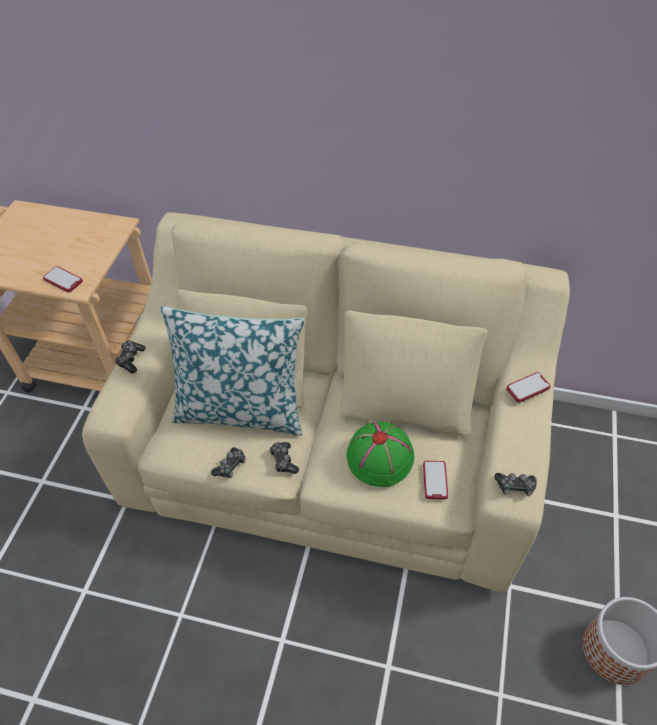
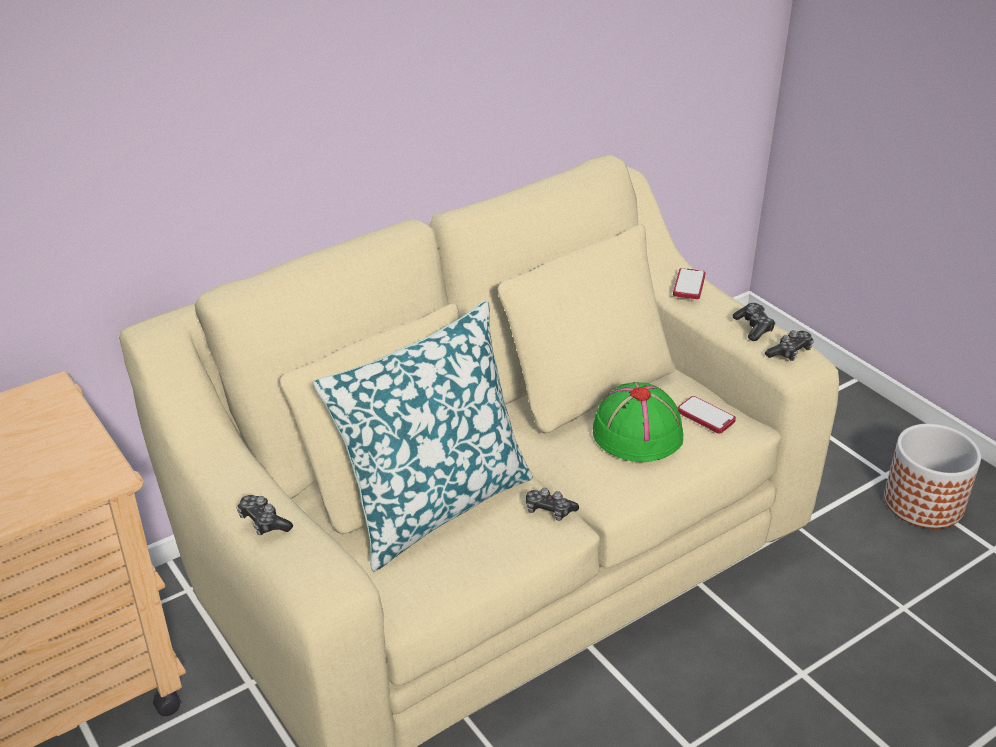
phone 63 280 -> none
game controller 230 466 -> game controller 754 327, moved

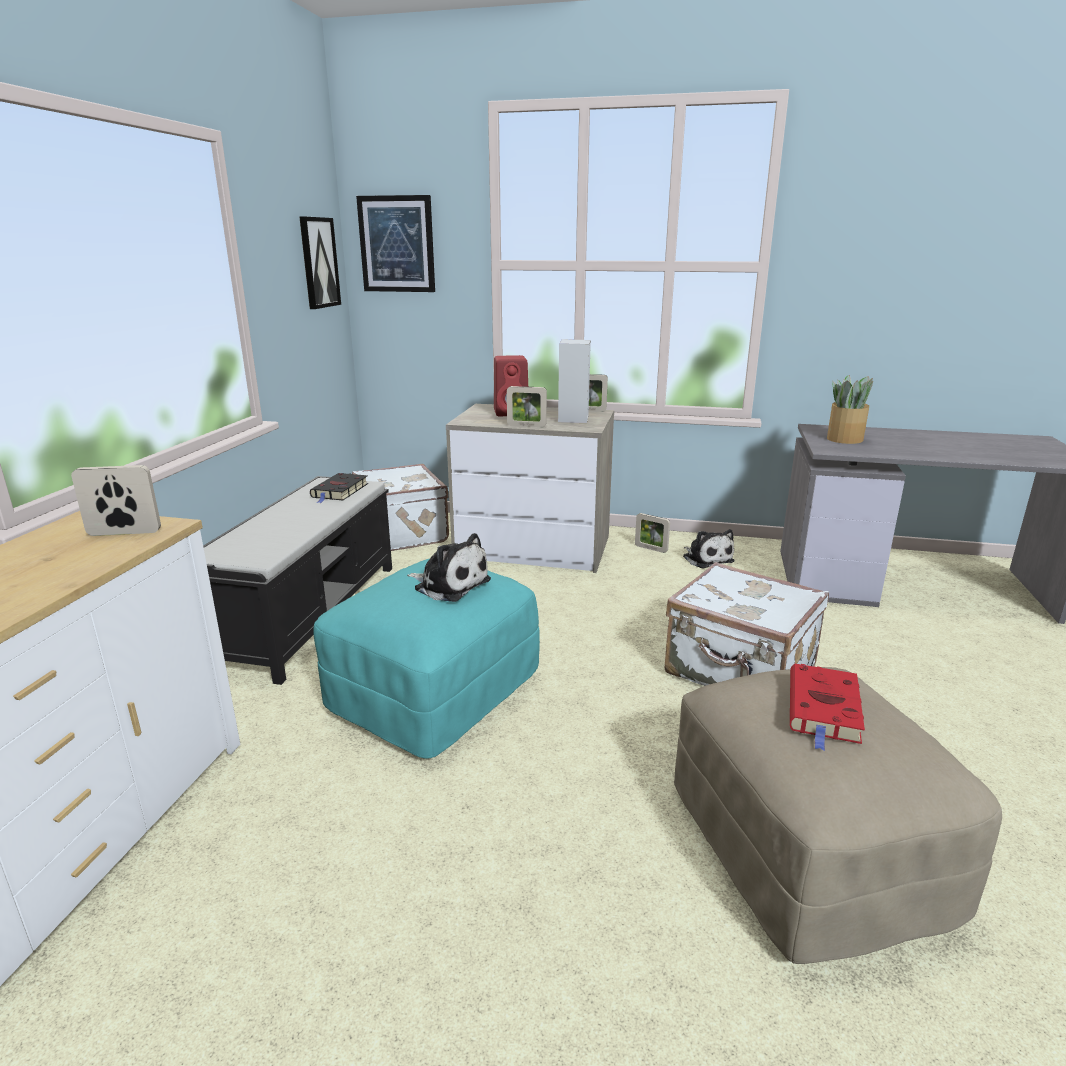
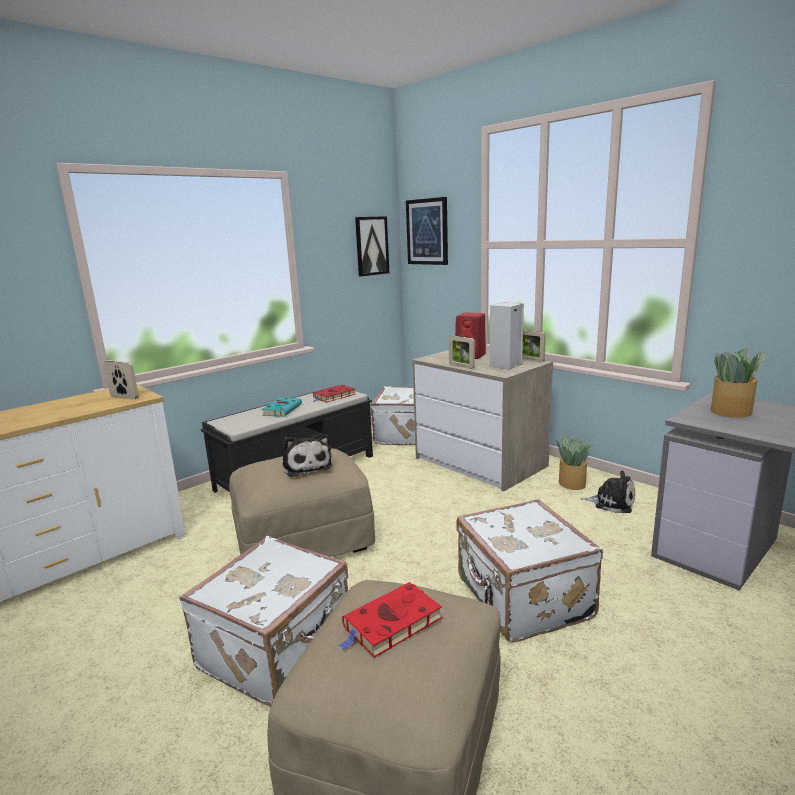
none -> suitcase (white) 278 649
none -> book (turquoise) 282 409
picture frame 651 549 -> potted plant 571 483
book (black) 339 491 -> book (red) 333 396
ottoman (turquoise) 434 693 -> ottoman (beige) 304 540
plush toy 706 558 -> plush toy 611 502, 75 degrees counterclockwise

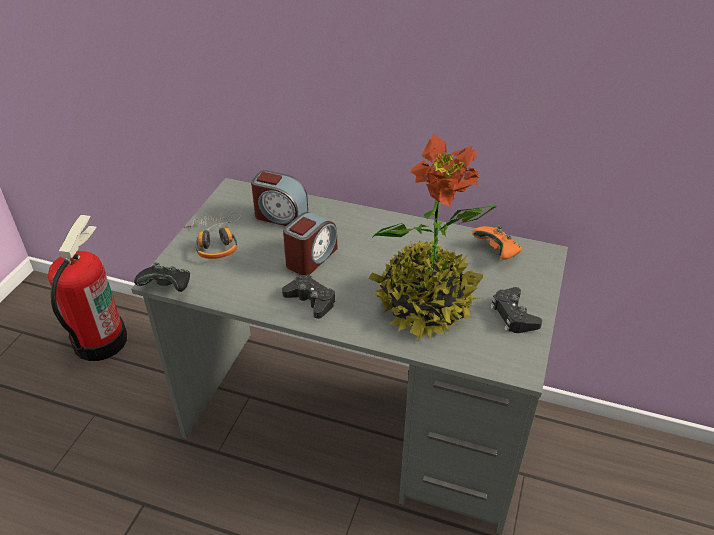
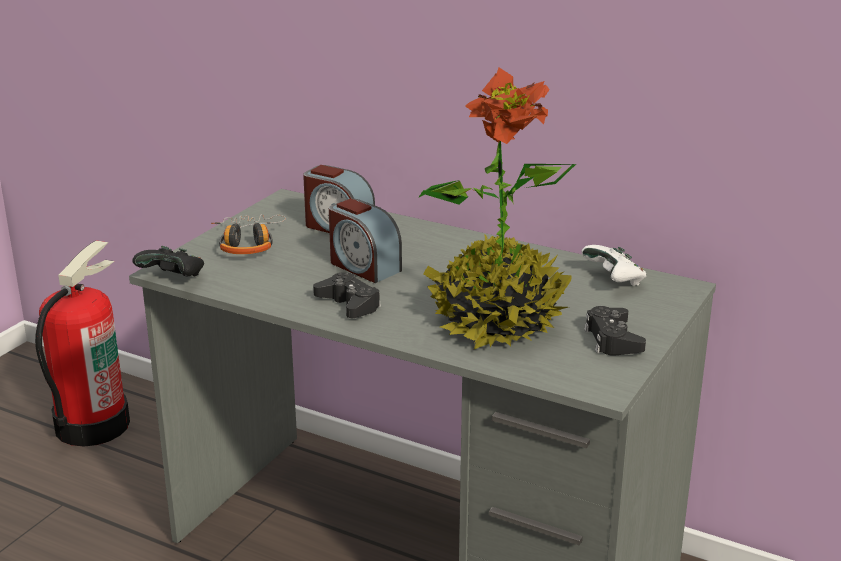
game controller (orange) 497 252 -> game controller (white) 614 280
alarm clock 311 258 -> alarm clock 363 266, 90 degrees clockwise

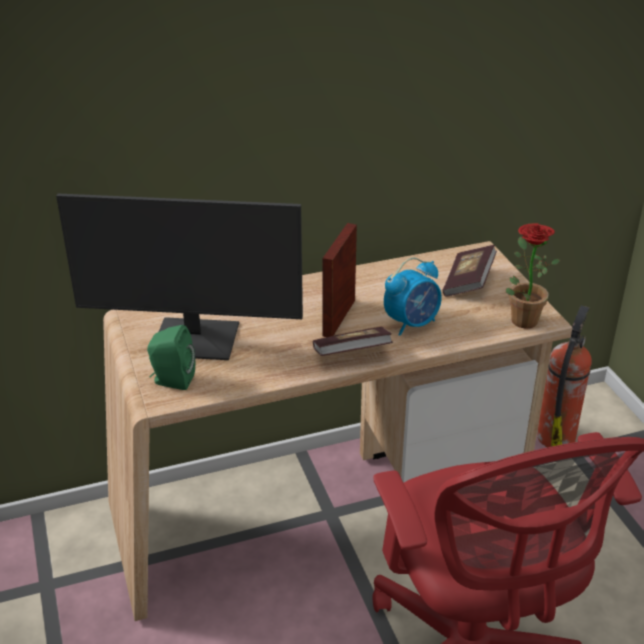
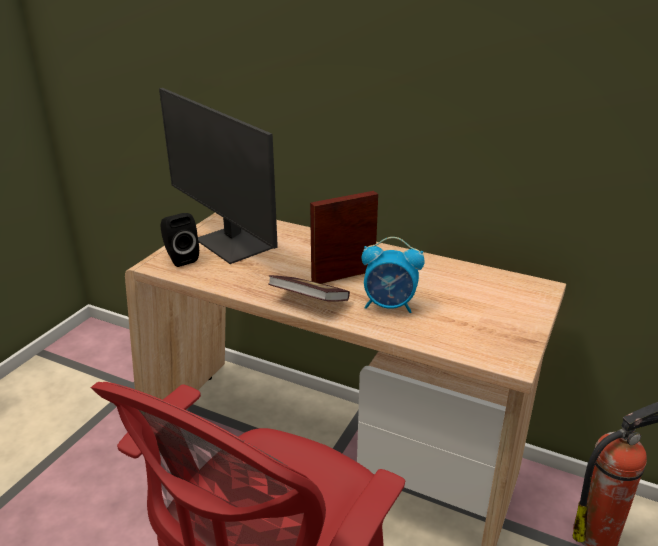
book 468 283 -> none
potted plant 520 317 -> none
speaker (green) 171 380 -> speaker (black) 180 258

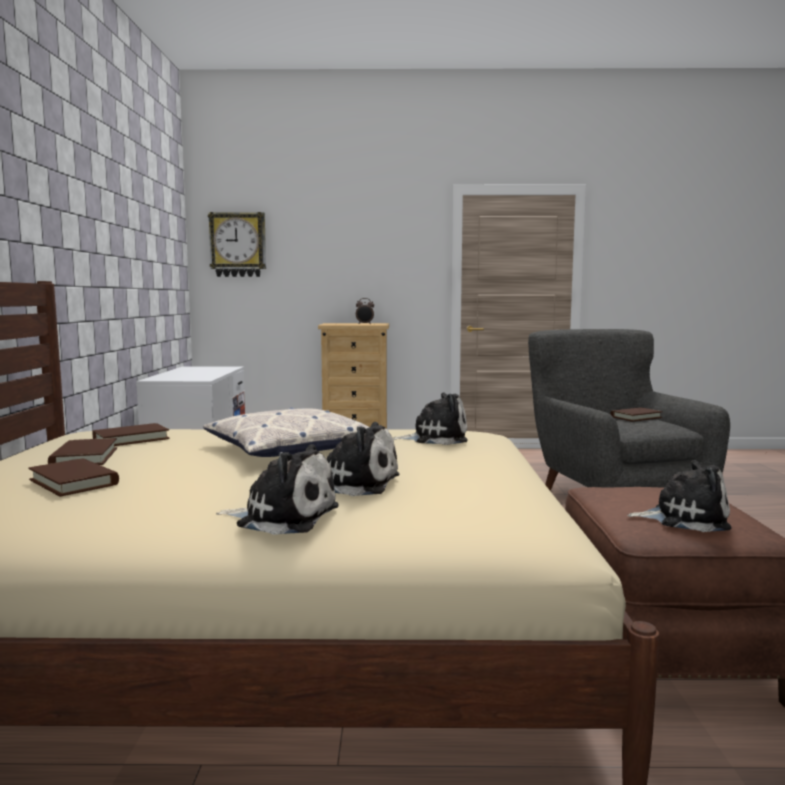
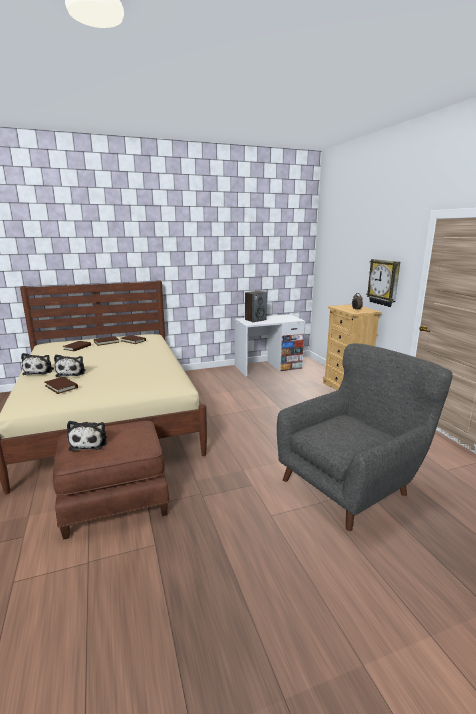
pillow 290 449 -> none
plush toy 435 438 -> none
none -> speaker 255 320
wall clock 238 245 -> wall clock 384 282, moved
book (brown) 636 417 -> book (brown) 61 387, moved

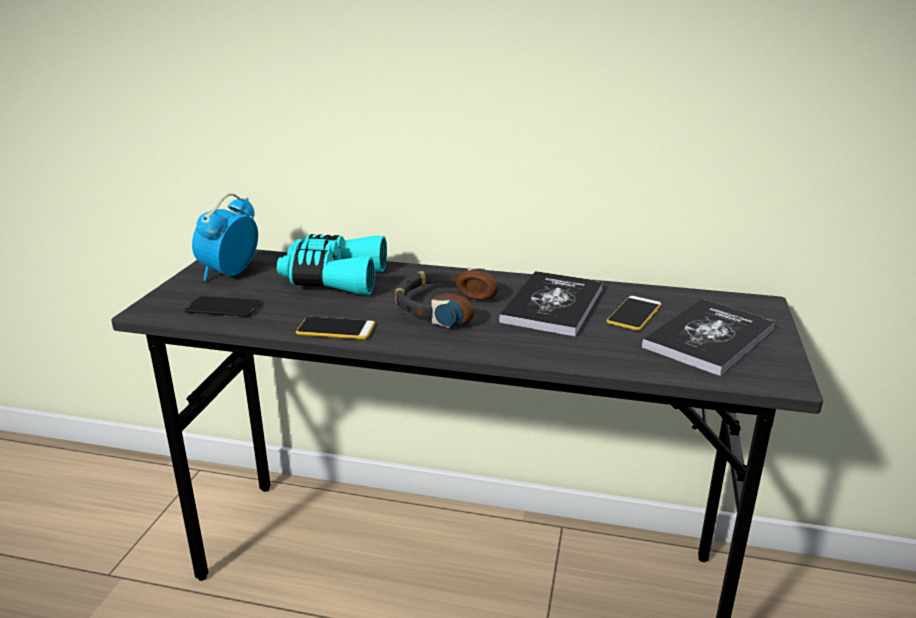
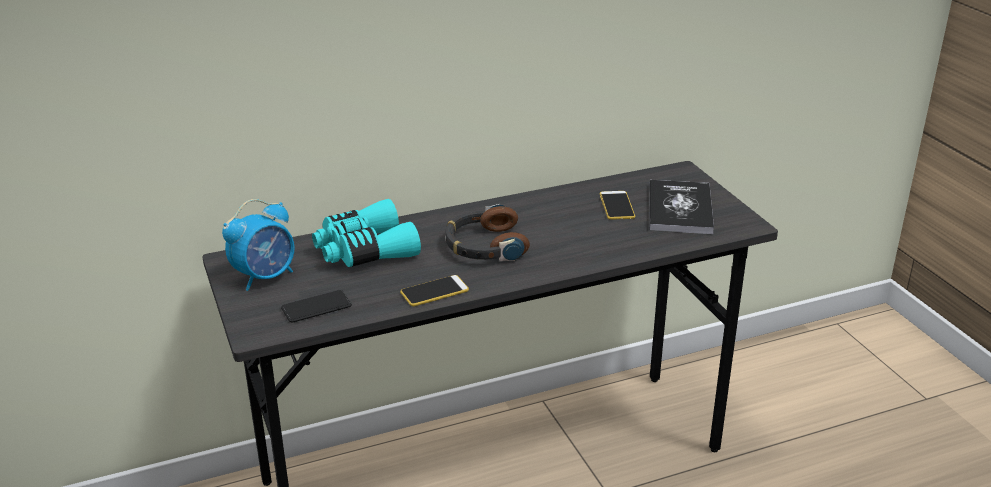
book 553 305 -> none
alarm clock 229 273 -> alarm clock 265 277, 120 degrees counterclockwise

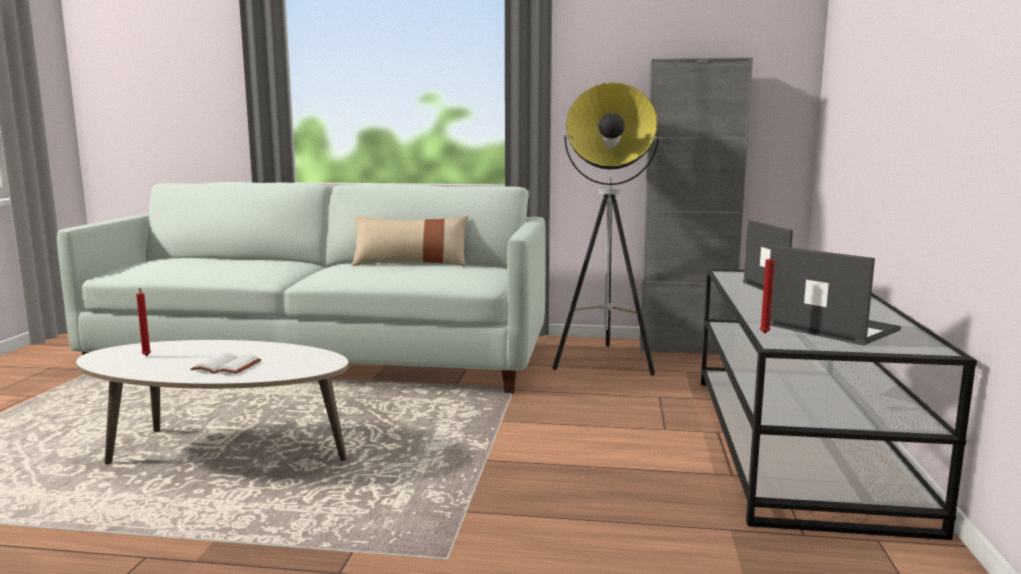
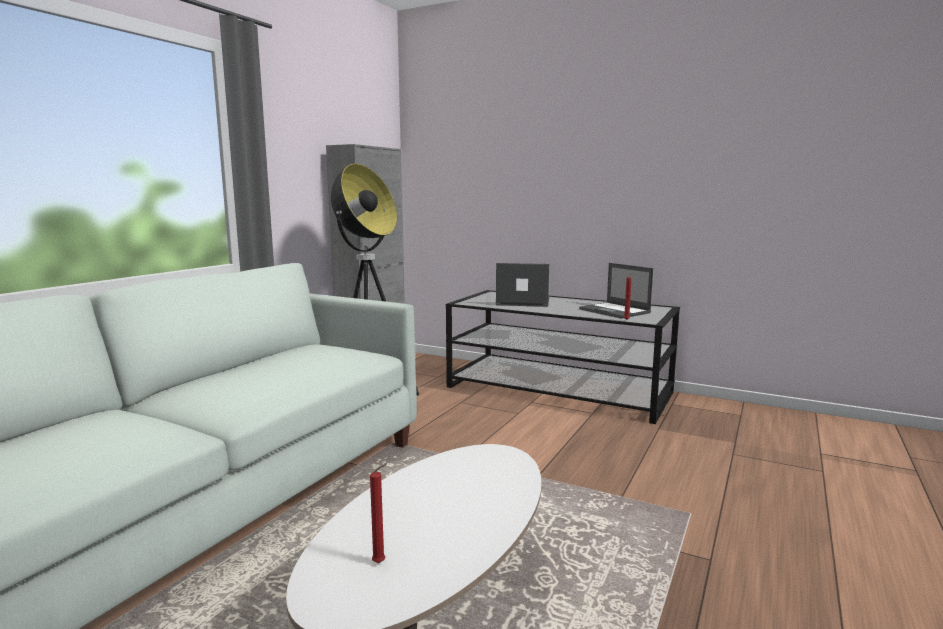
book (white) 225 367 -> none
pillow (beige) 411 263 -> none
laptop 830 327 -> laptop 615 311, 105 degrees counterclockwise

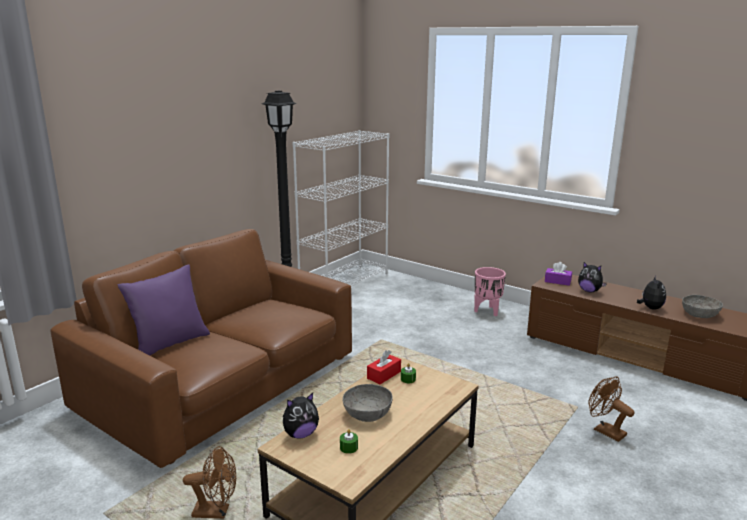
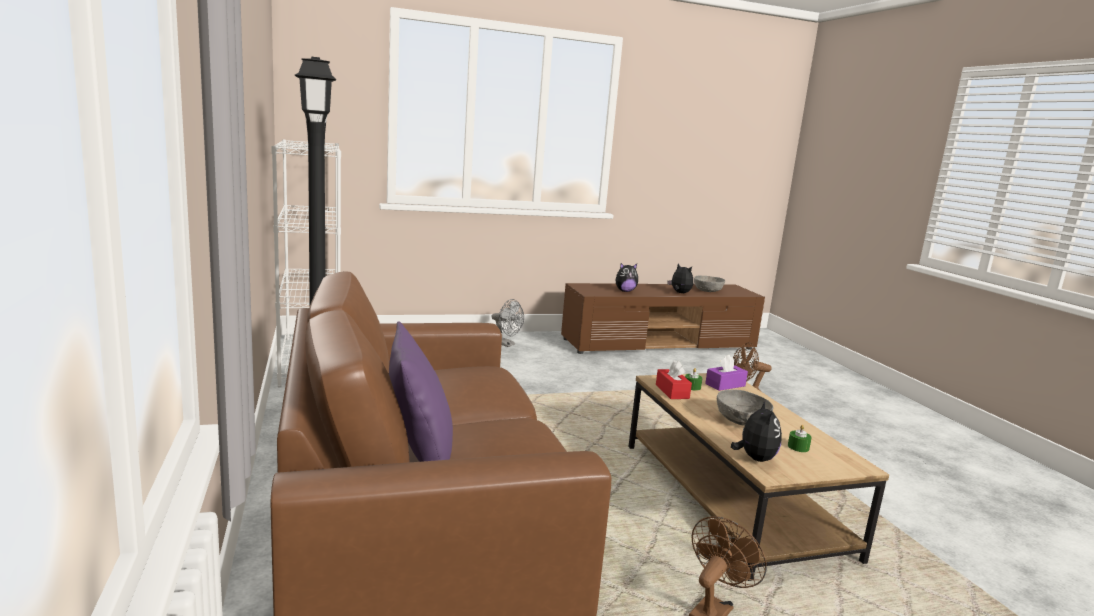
tissue box (purple) 557 281 -> tissue box (purple) 725 385, moved
planter (pink) 487 311 -> fan (grey) 506 344

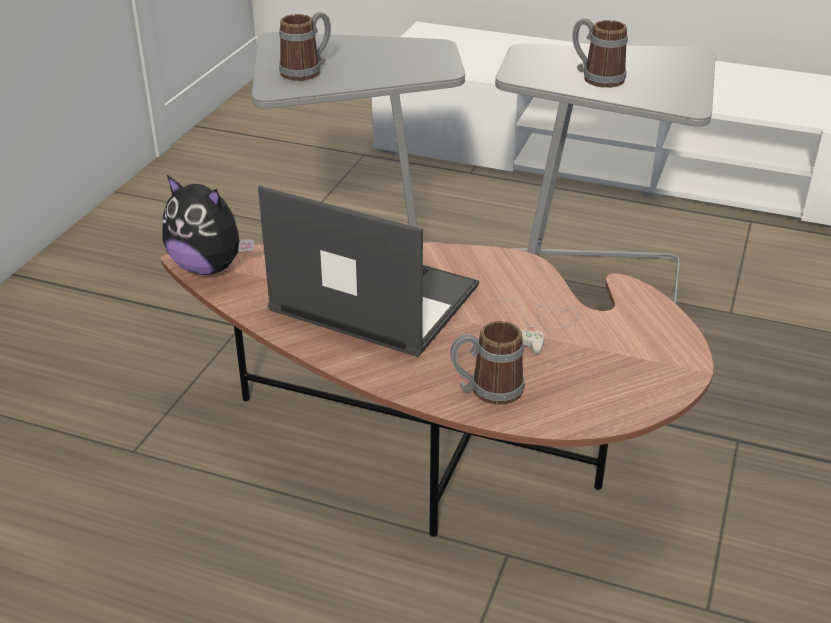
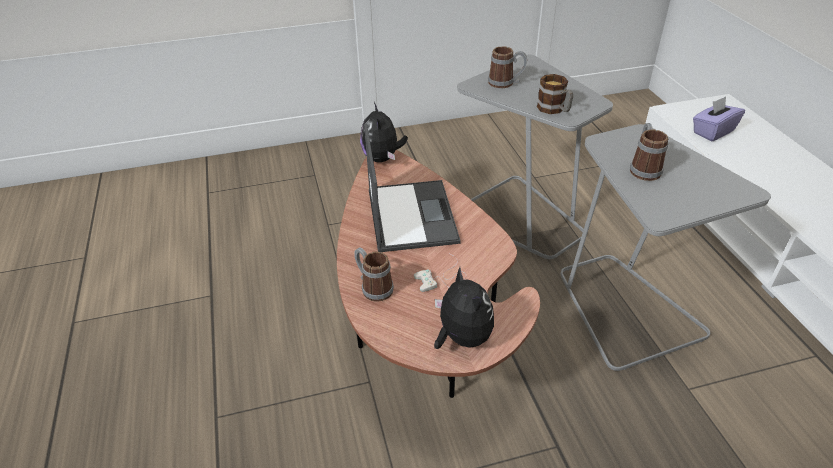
none -> plush toy 461 338
none -> mug 554 110
none -> tissue box (purple) 712 132

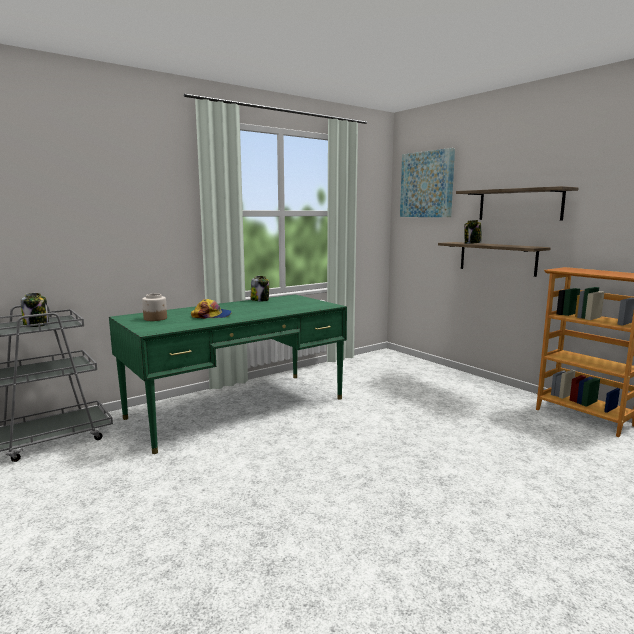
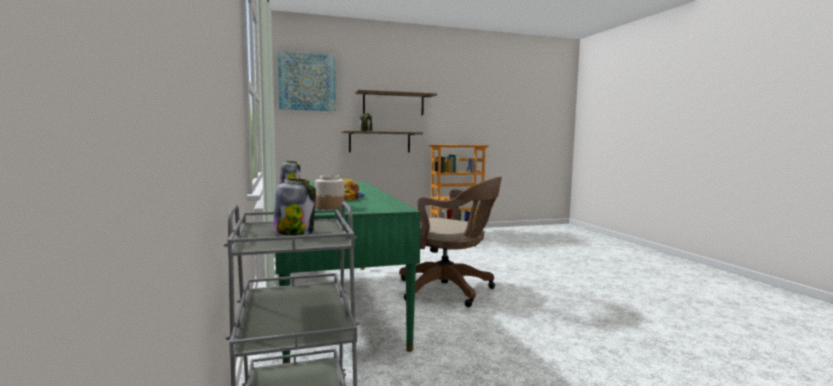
none -> office chair (brown) 449 290

